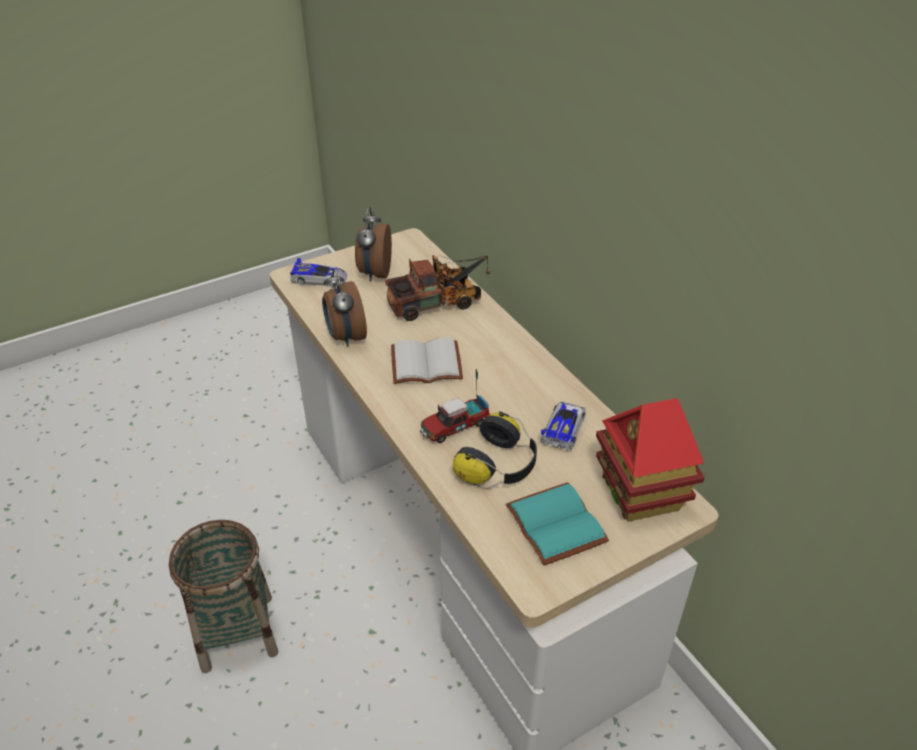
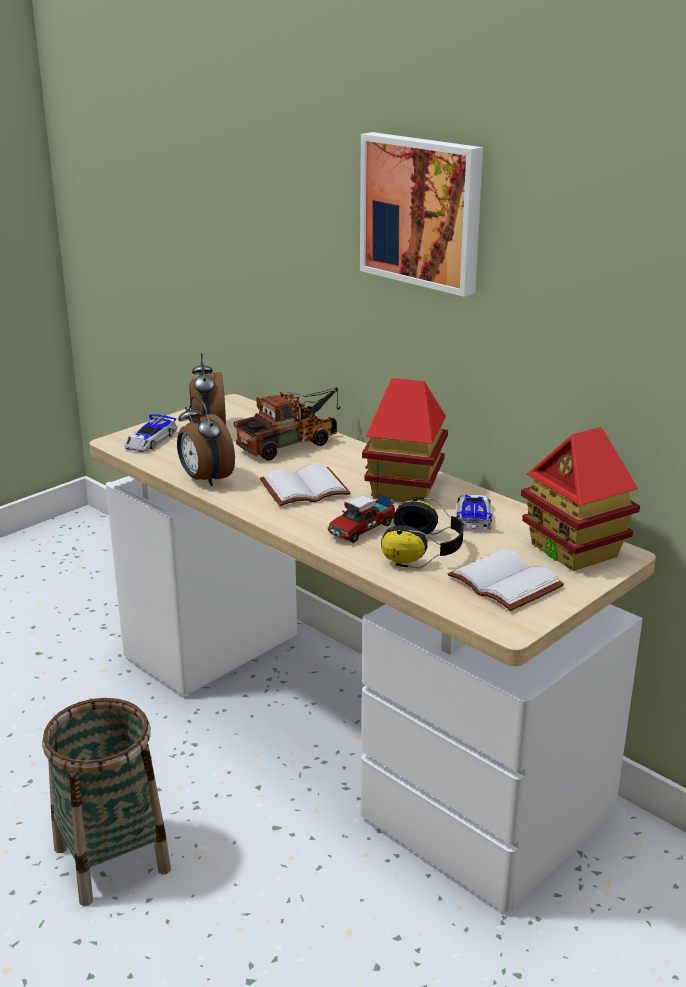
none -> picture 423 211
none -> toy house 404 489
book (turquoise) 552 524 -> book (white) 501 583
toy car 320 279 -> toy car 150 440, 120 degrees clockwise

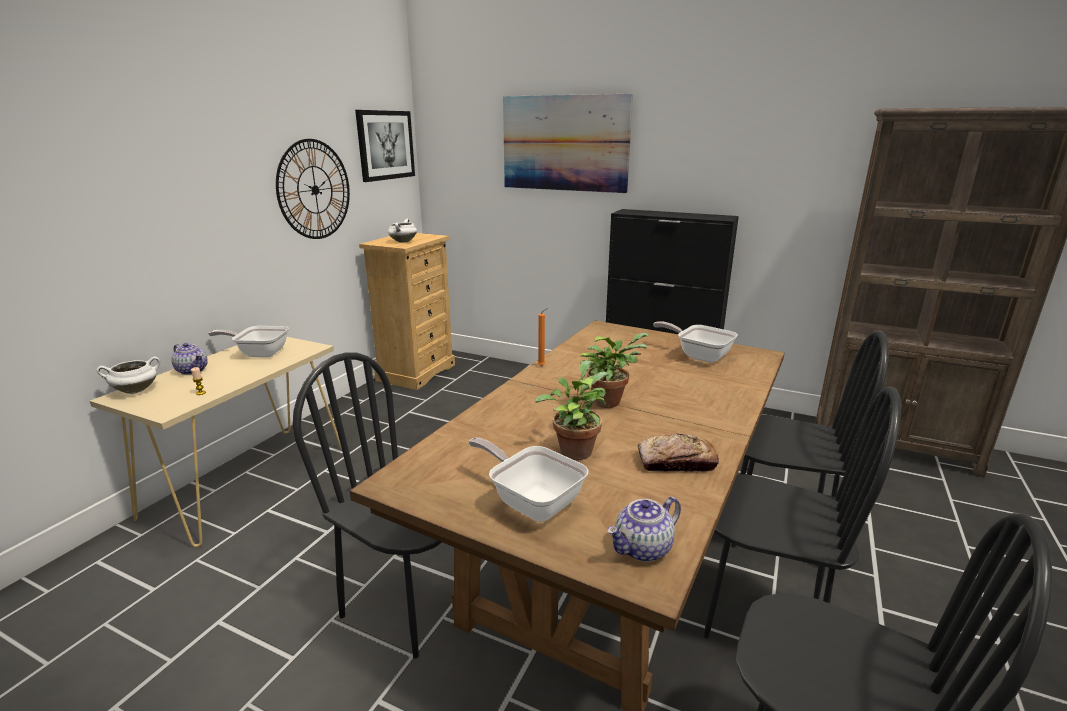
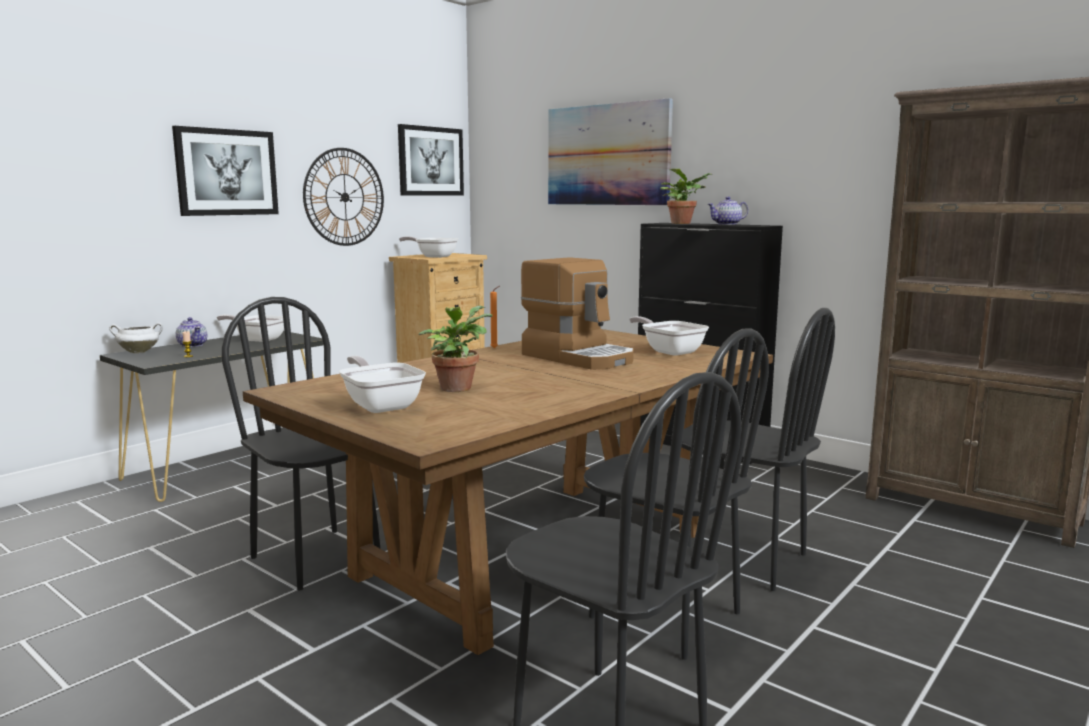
bread 676 462 -> none
none -> picture 226 172
none -> coffee machine 579 357
potted plant 609 401 -> potted plant 683 223, moved
teapot 643 549 -> teapot 727 224, moved
cooking pot (white) 403 242 -> frying pan 433 256
console table (beige) 249 480 -> console table (black) 230 466

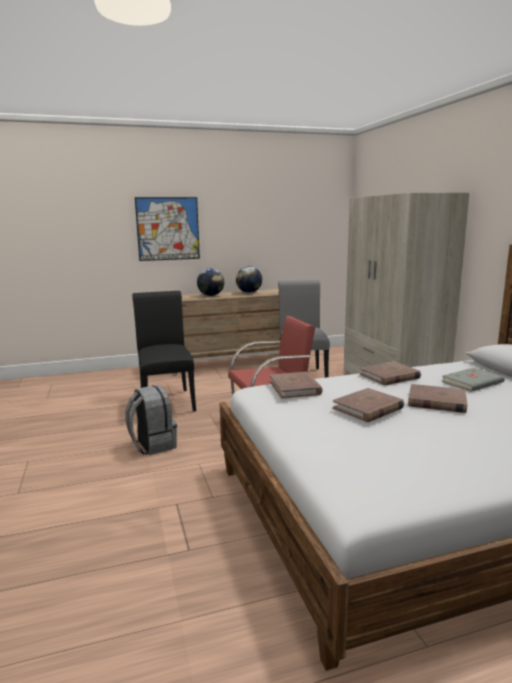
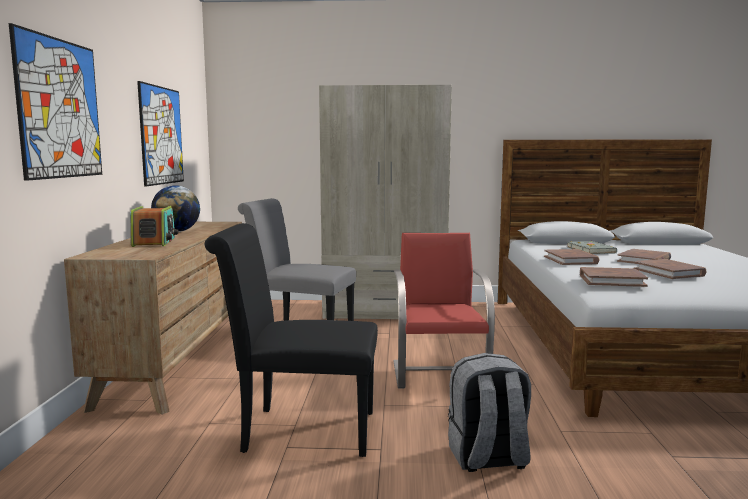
none -> picture 161 135
globe 211 295 -> radio 154 242

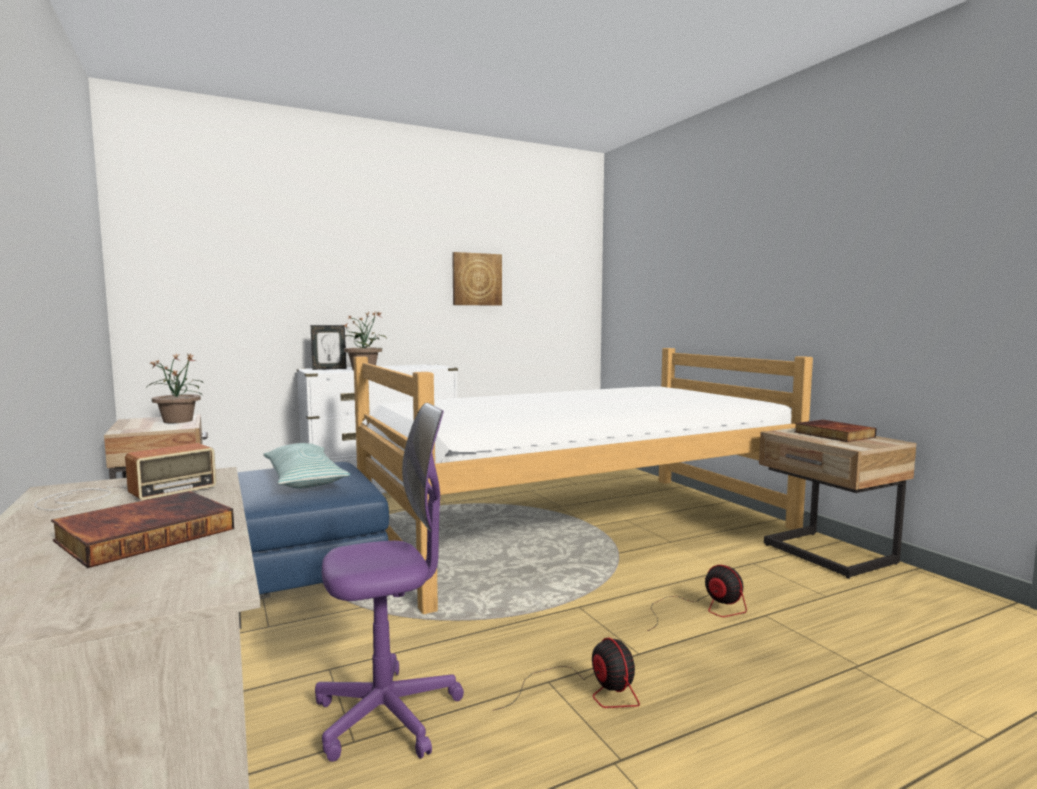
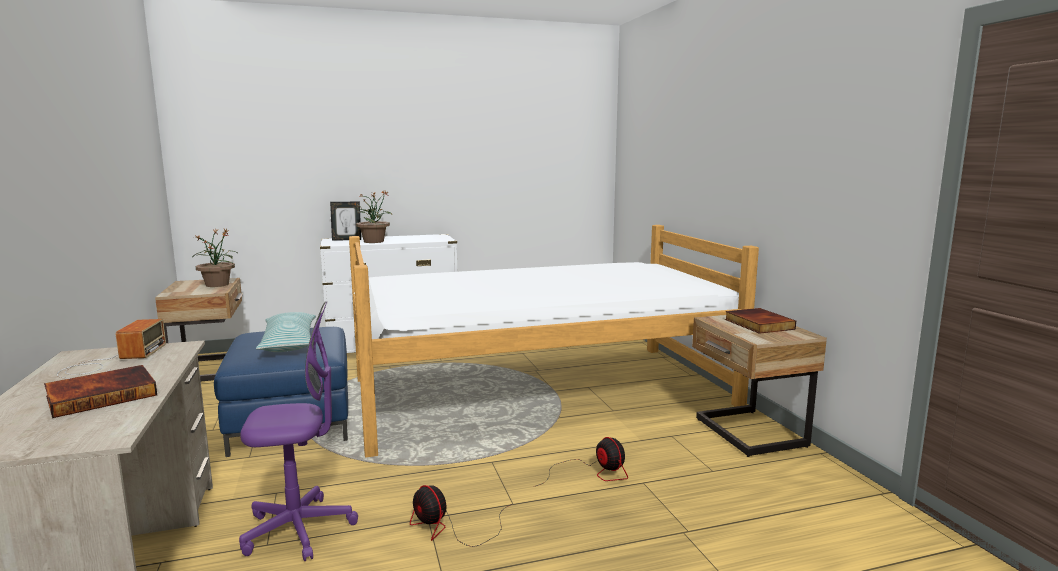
picture 476 279 -> none
radio 122 494 -> radio 112 361, 60 degrees counterclockwise
fan 586 692 -> fan 450 529, 150 degrees clockwise

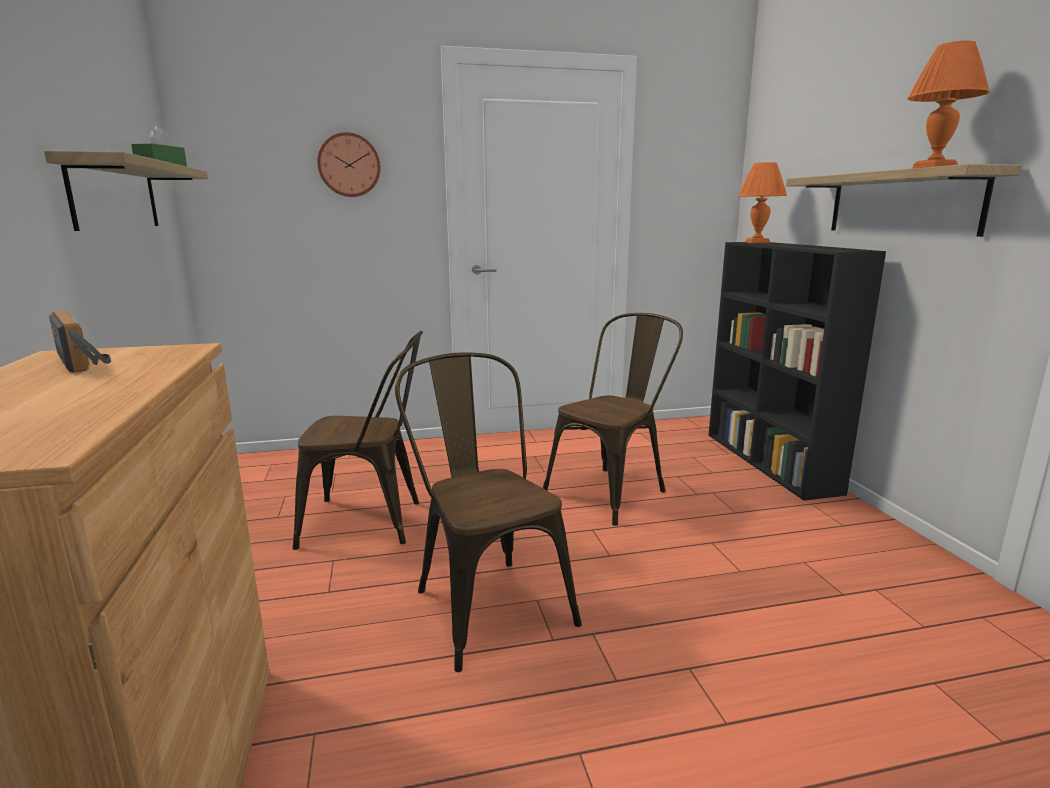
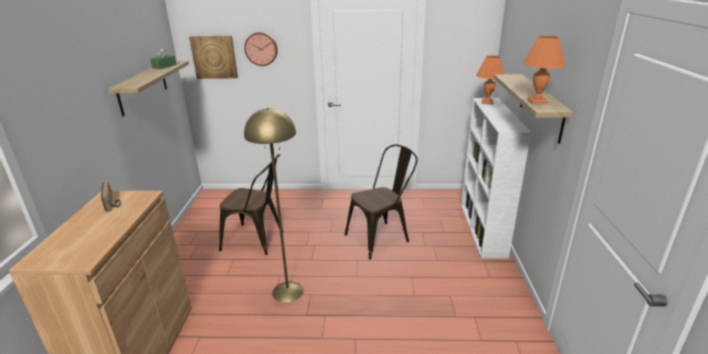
none -> picture 214 57
chair (brown) 486 601 -> floor lamp (yellow) 288 291
bookcase (black) 770 462 -> bookcase (white) 482 229

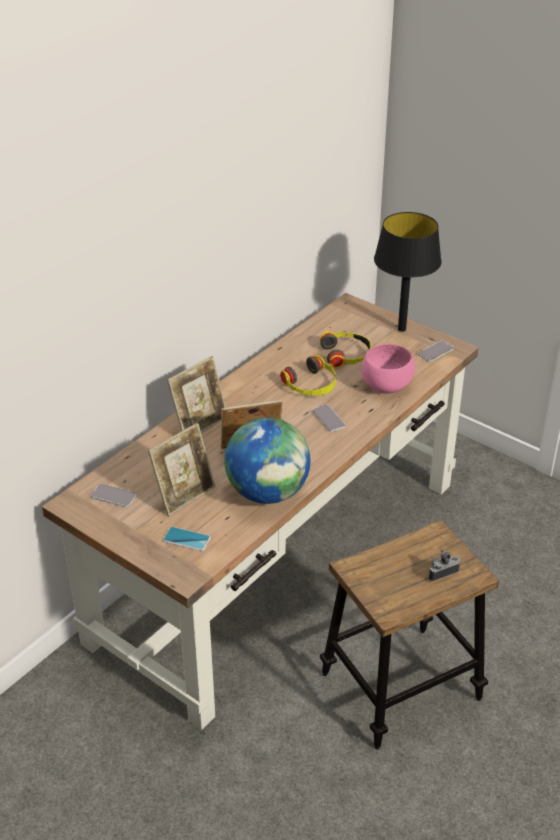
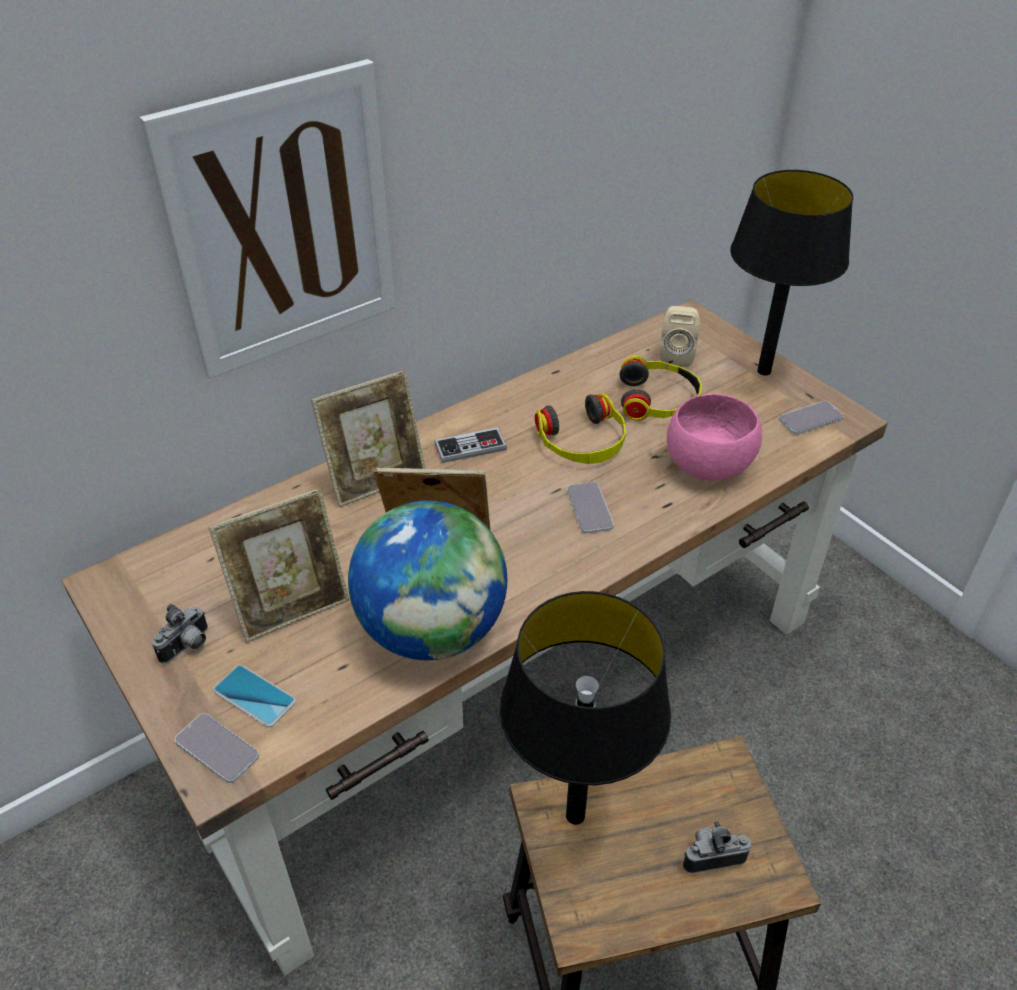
none -> picture 282 223
none -> photo camera 188 647
none -> game controller 470 447
none -> table lamp (black) 575 815
none -> speaker (beige) 676 355
phone 113 496 -> phone 217 749, moved

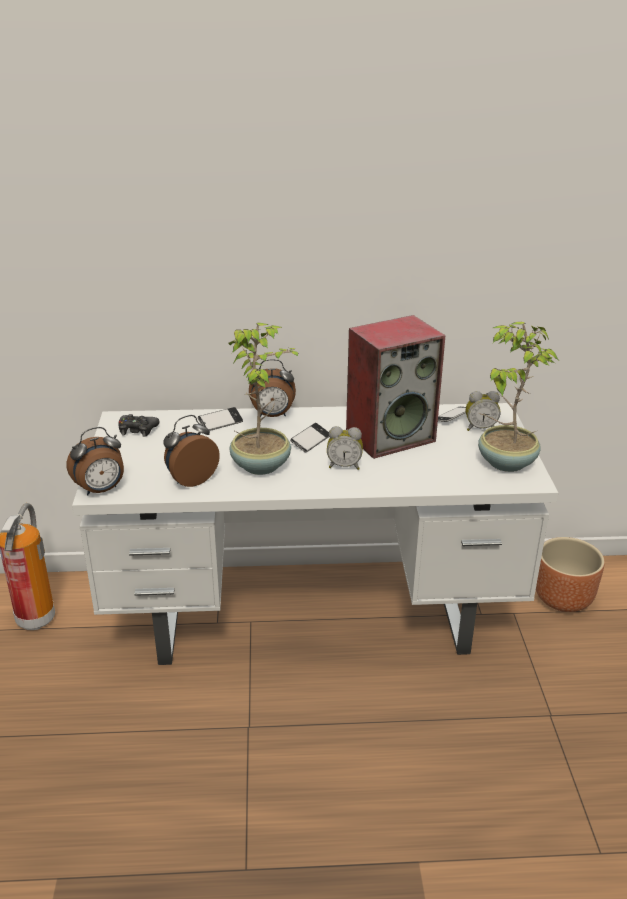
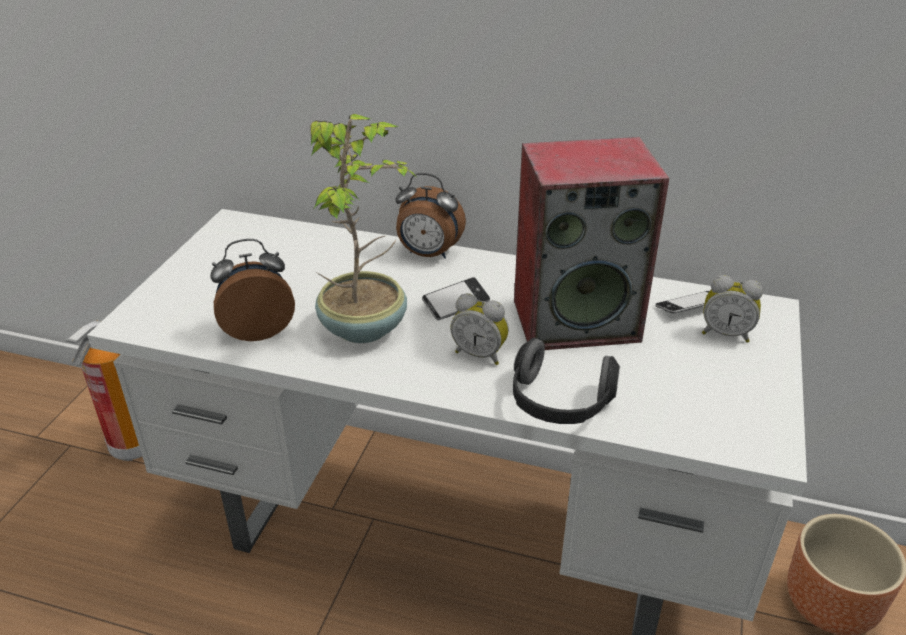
alarm clock 101 490 -> none
game controller (black) 137 430 -> none
phone 220 422 -> none
potted plant 505 462 -> none
none -> headphones 559 404

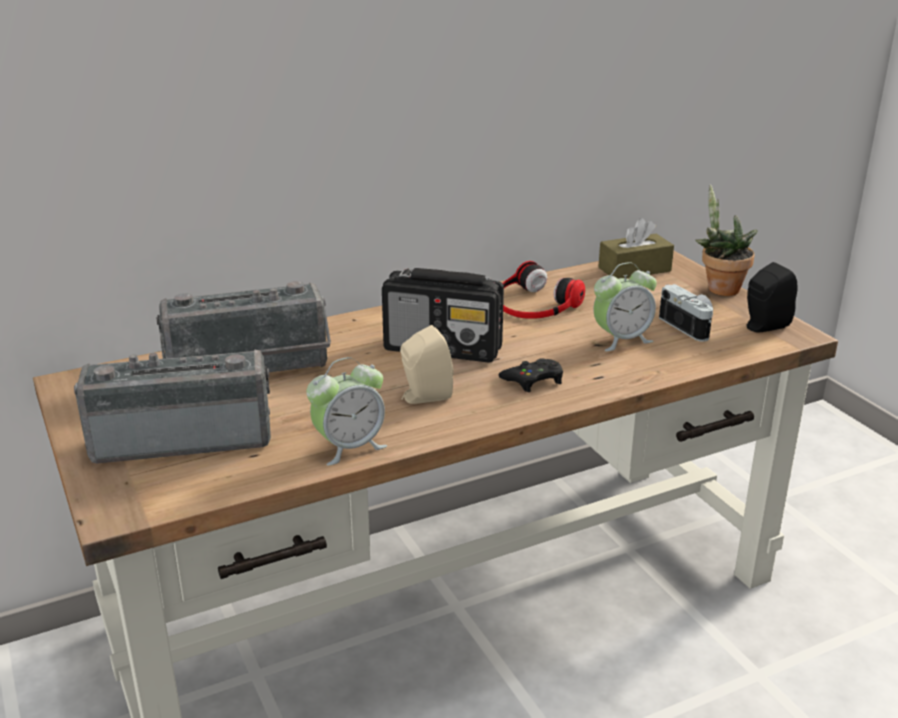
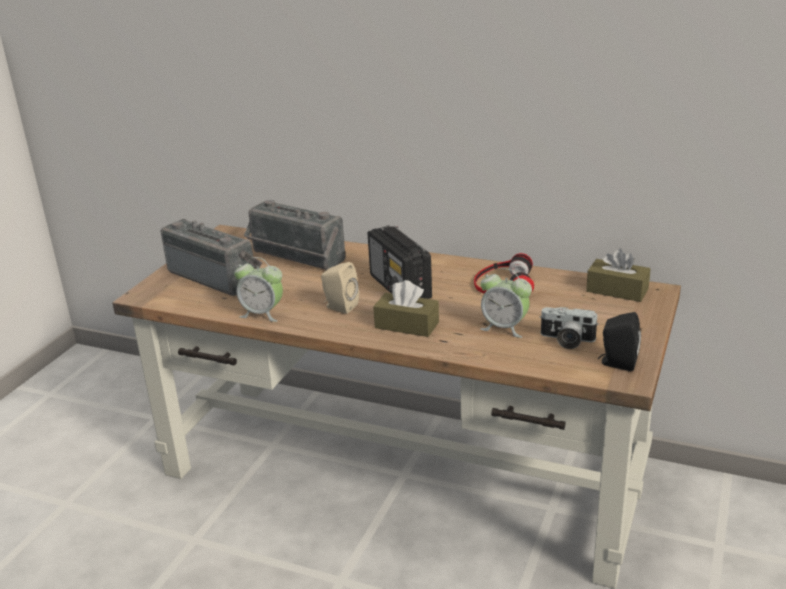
potted plant 719 288 -> none
game controller (black) 533 380 -> tissue box (brown) 406 325
photo camera 690 326 -> photo camera 566 340, 90 degrees clockwise

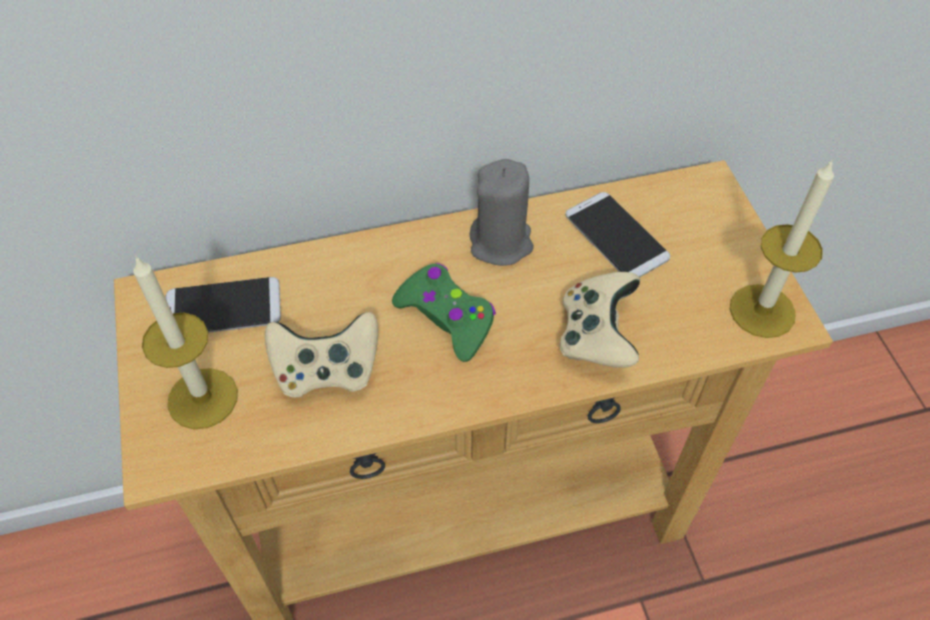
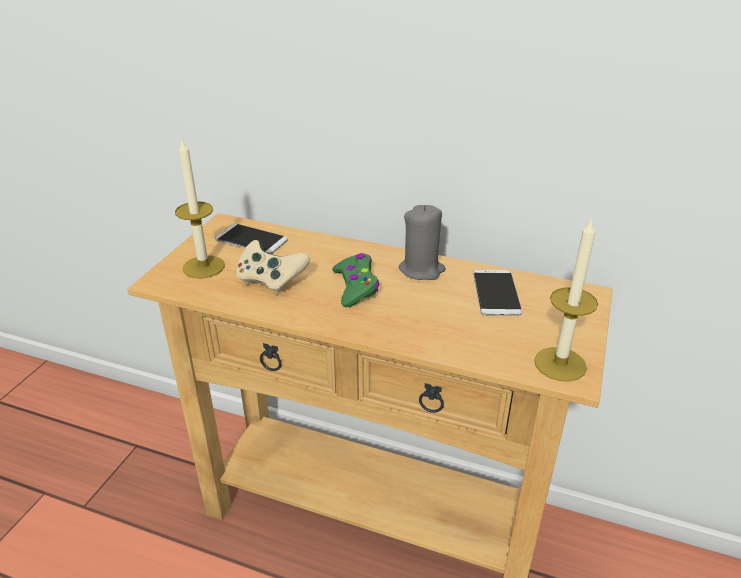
game controller (beige) 596 336 -> none

